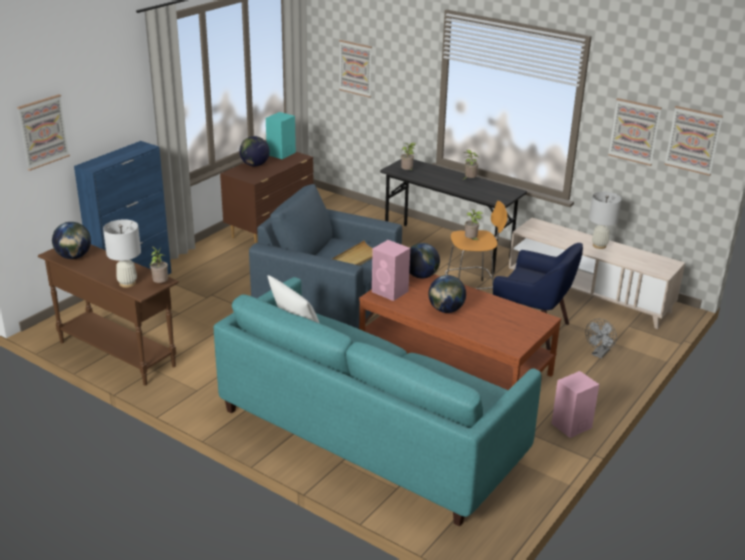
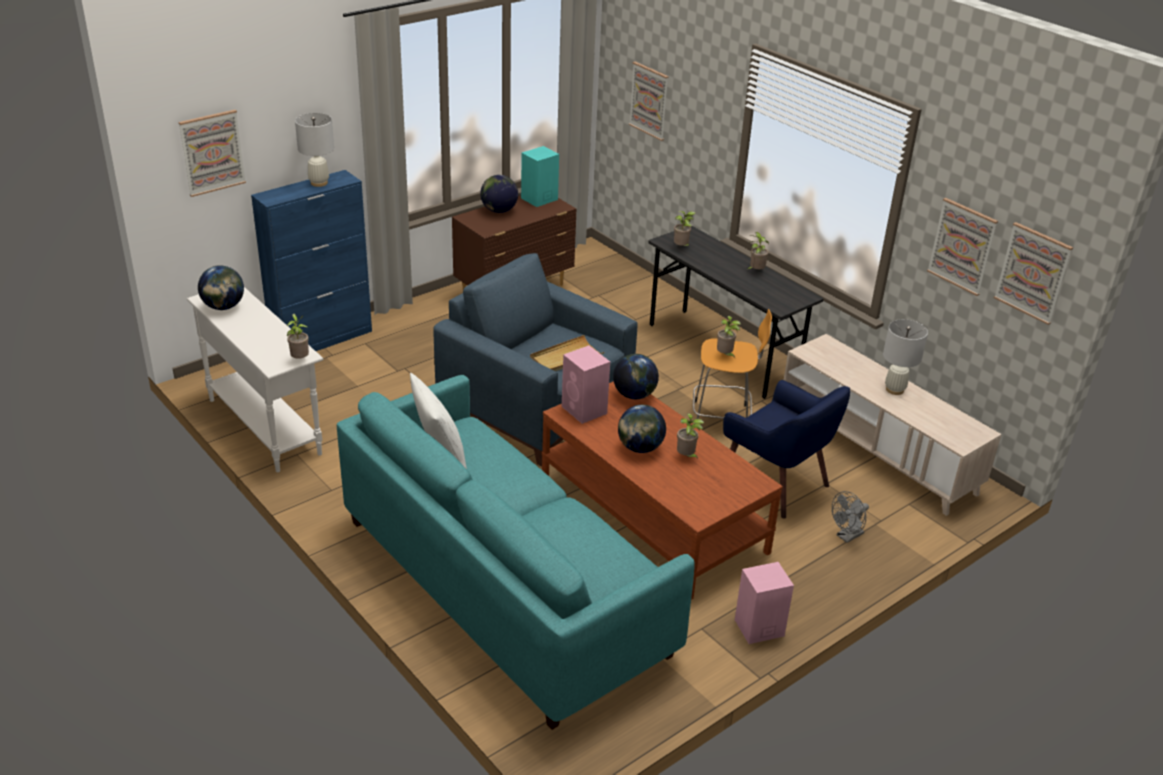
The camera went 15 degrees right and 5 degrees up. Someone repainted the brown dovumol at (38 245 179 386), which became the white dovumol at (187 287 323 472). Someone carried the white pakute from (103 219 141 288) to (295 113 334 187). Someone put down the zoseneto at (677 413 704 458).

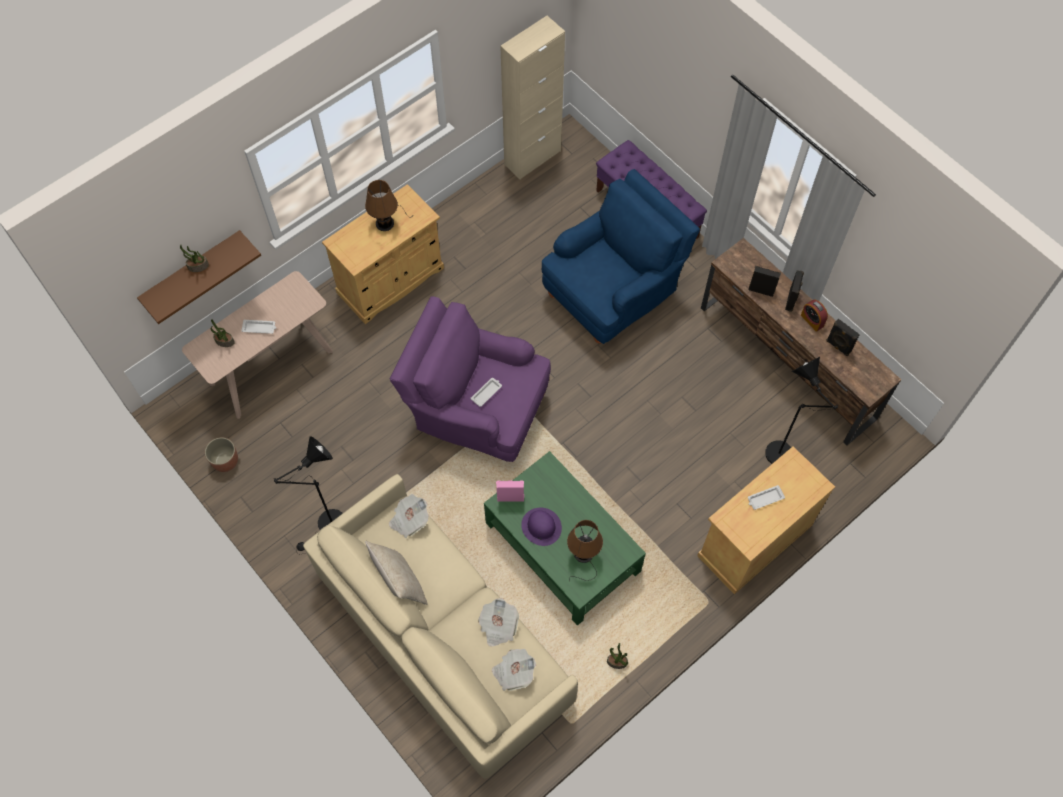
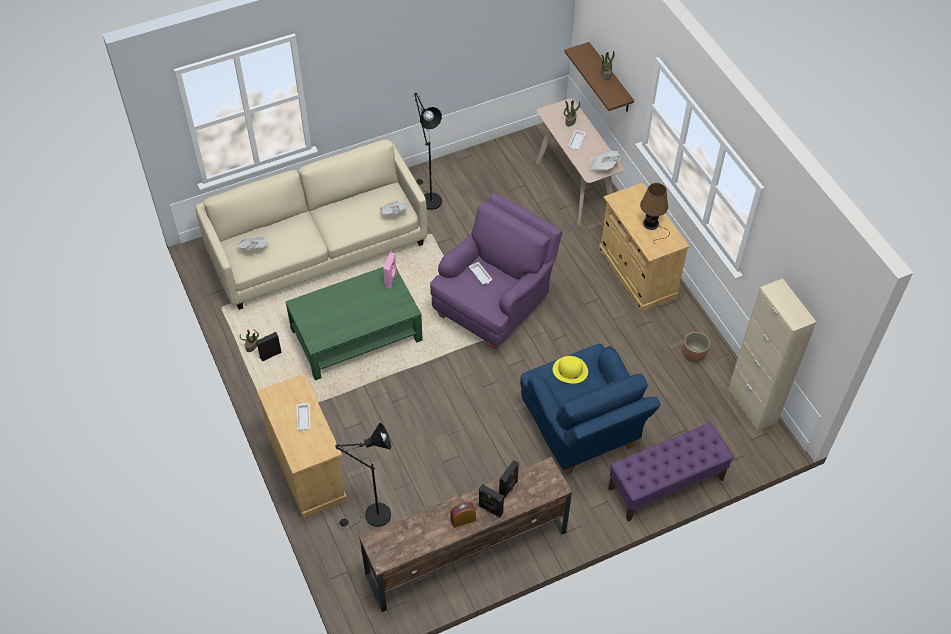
The camera went 105 degrees right and 10 degrees down. Someone carried the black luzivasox from (826 319 860 356) to (256 332 282 362). Someone put down the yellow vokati at (553 356 588 384). Someone carried the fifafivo from (478 598 519 647) to (590 151 621 171). Someone carried the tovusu from (205 437 238 472) to (683 332 710 362). Someone took away the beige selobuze at (365 541 427 605). Someone took away the purple vokati at (521 508 562 546). Someone took away the brown pakute at (567 520 603 582).

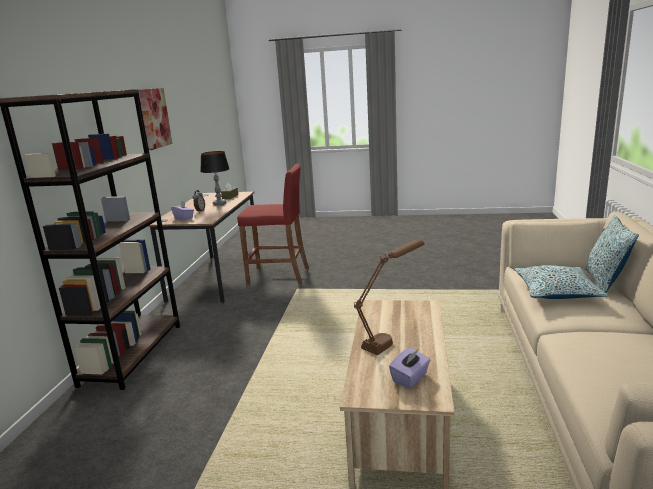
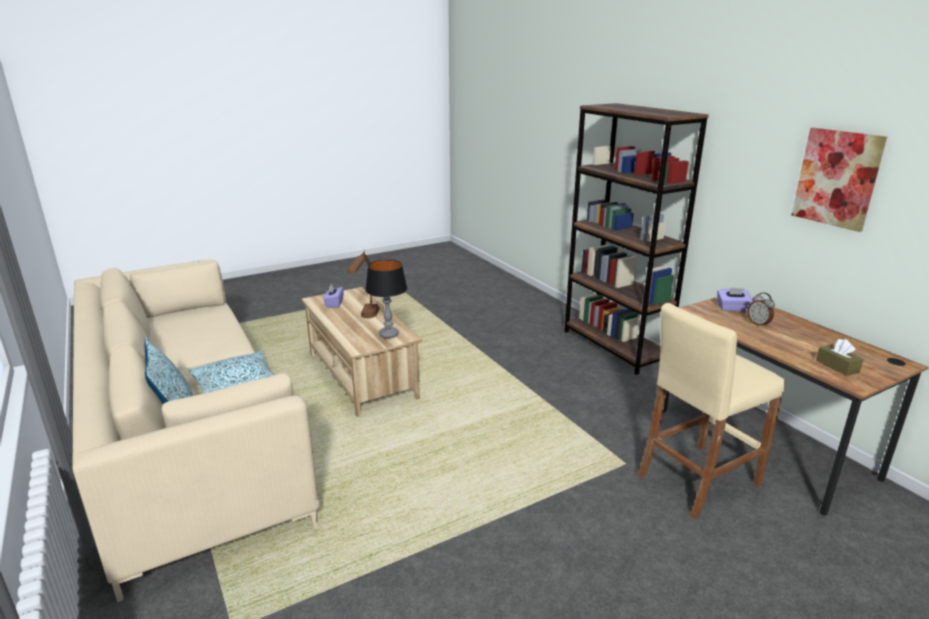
The camera went 140 degrees right and 5 degrees up. Someone carried the pakute from (200 151 230 206) to (365 260 408 338). Someone repainted the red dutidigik at (237 164 309 285), which became the beige dutidigik at (638 303 785 519).

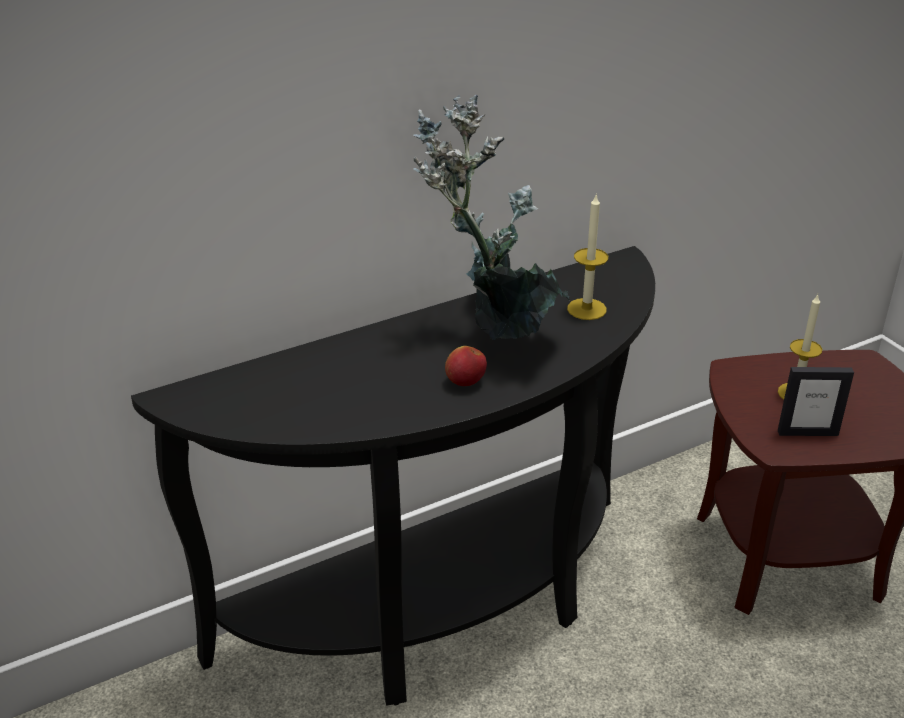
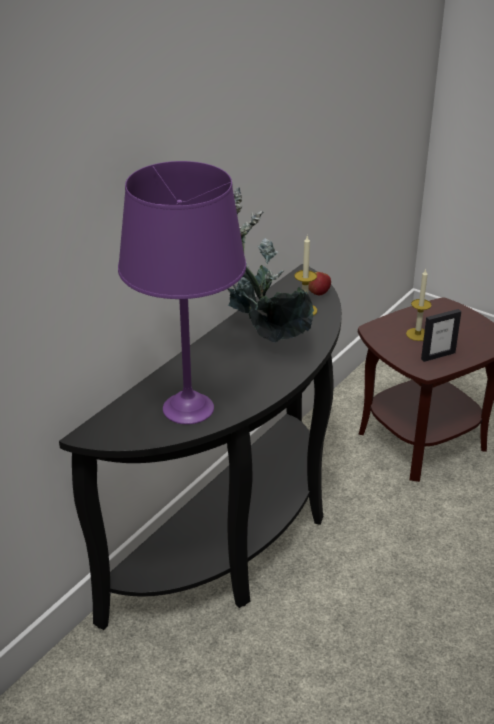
The camera went 25 degrees left and 0 degrees up. Someone put down the purple pakute at (118 161 246 424). Someone carried the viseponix from (445 346 487 386) to (308 272 331 295).

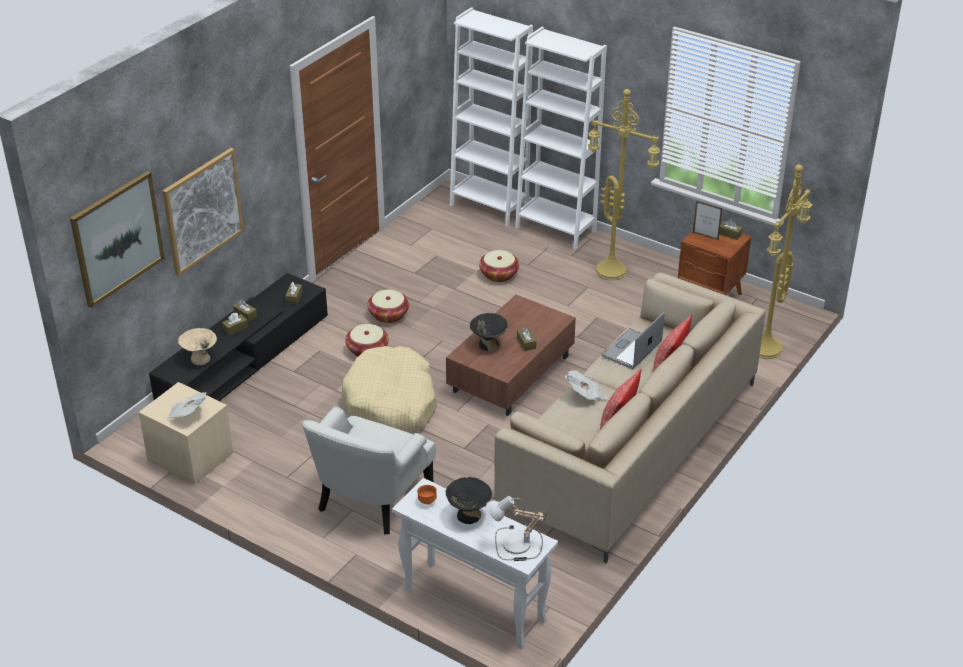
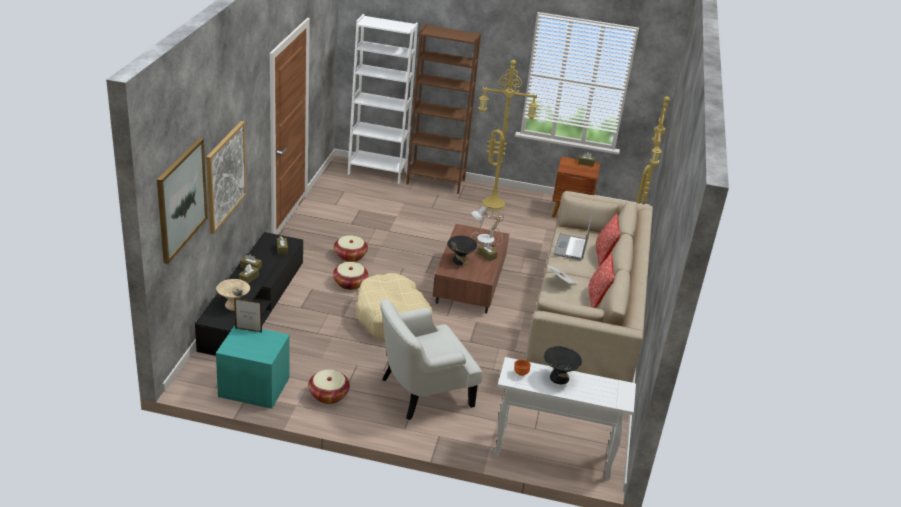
The camera went 25 degrees left and 5 degrees down. Someone repainted the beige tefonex at (139 382 233 485), which became the turquoise tefonex at (216 325 290 409). Someone carried the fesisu from (693 201 722 240) to (234 298 262 332). Someone carried the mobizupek from (479 250 519 282) to (308 370 350 404). Someone rotated the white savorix at (301 406 436 534) by 60 degrees clockwise. Someone repainted the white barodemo at (515 27 607 250), which became the brown barodemo at (406 23 481 194). Someone carried the pakute from (486 496 546 561) to (470 206 504 247). Someone took away the fifafivo at (167 392 207 419).

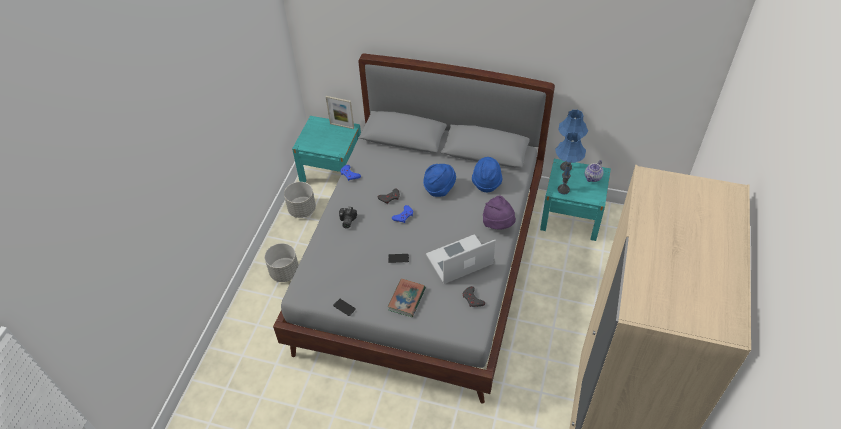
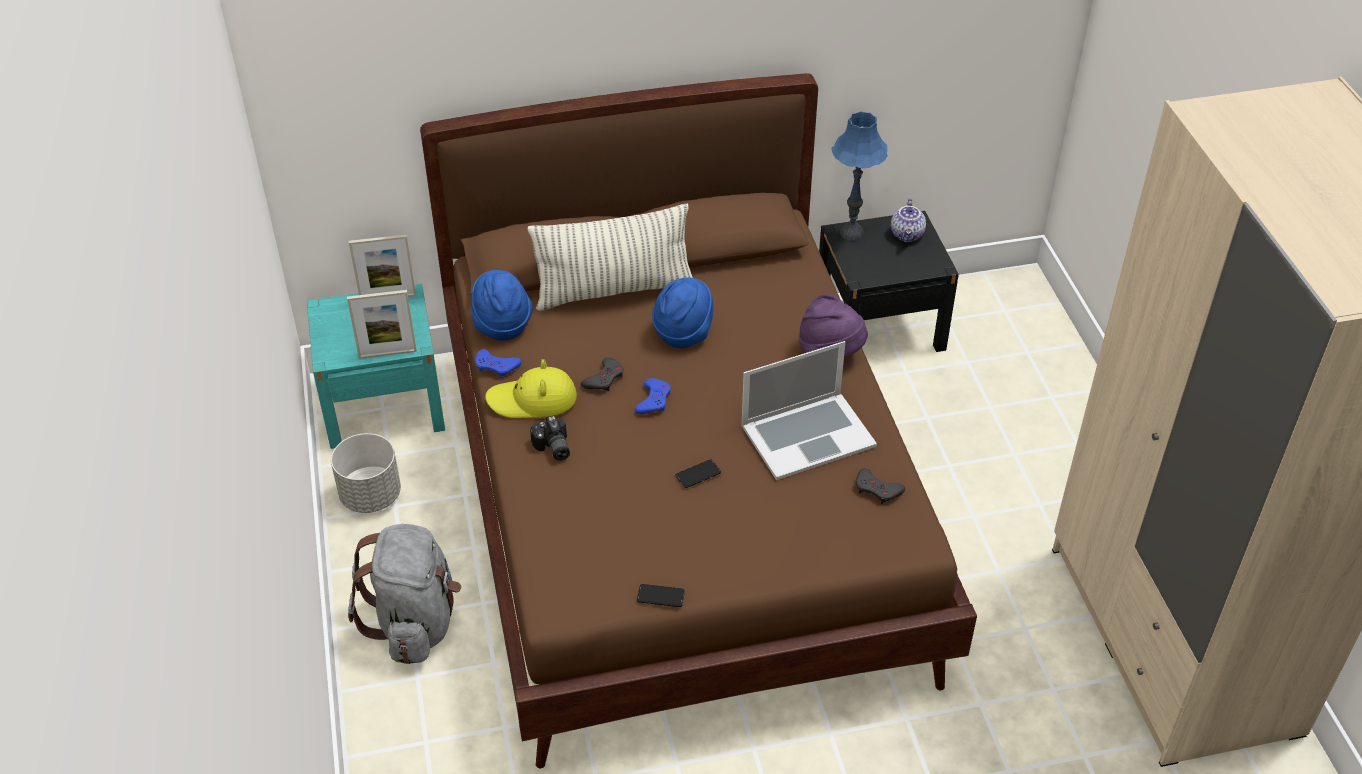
The camera went 30 degrees left and 5 degrees down. Someone put down the fesisu at (347 290 417 359). Someone swapped the grey tovusu at (264 243 299 282) for the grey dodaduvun at (348 524 462 664). Someone repainted the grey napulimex at (273 54 555 404), which became the brown napulimex at (420 73 977 768). Someone carried the blue vokati from (472 157 502 192) to (472 270 533 341). Someone put down the yellow vokati at (485 359 577 418). Someone put down the selobuze at (528 204 693 311). Someone rotated the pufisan at (426 234 496 284) by 150 degrees counterclockwise. Someone repainted the turquoise tefonex at (540 159 611 241), which became the black tefonex at (819 211 959 352). Someone took away the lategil at (388 278 426 317). Someone took away the blue pakute at (555 132 586 194).

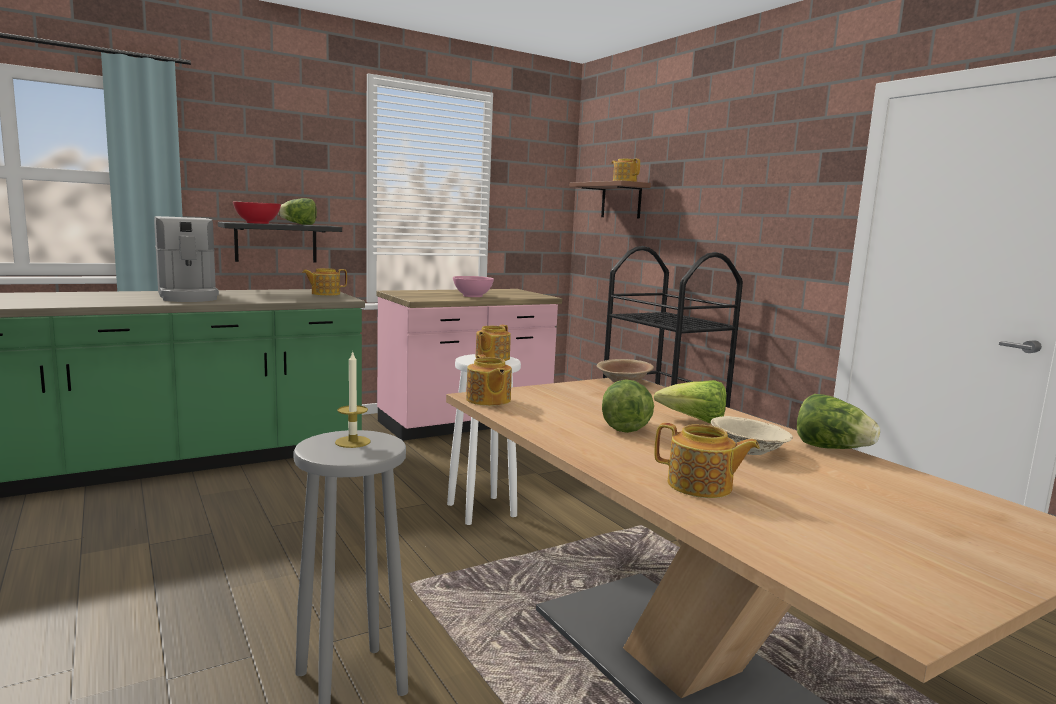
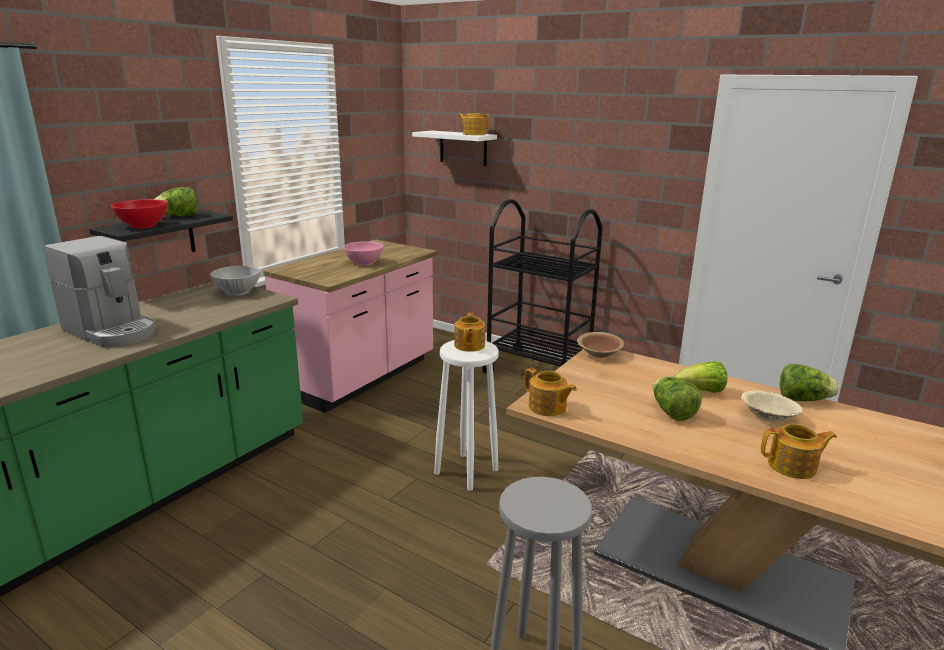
The camera went 25 degrees left and 10 degrees up. Someone swapped the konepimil at (302 268 347 296) for the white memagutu at (210 266 261 296). Someone repainted the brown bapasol at (569 180 651 219), which became the white bapasol at (412 131 497 166). Someone took away the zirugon at (335 350 371 448).

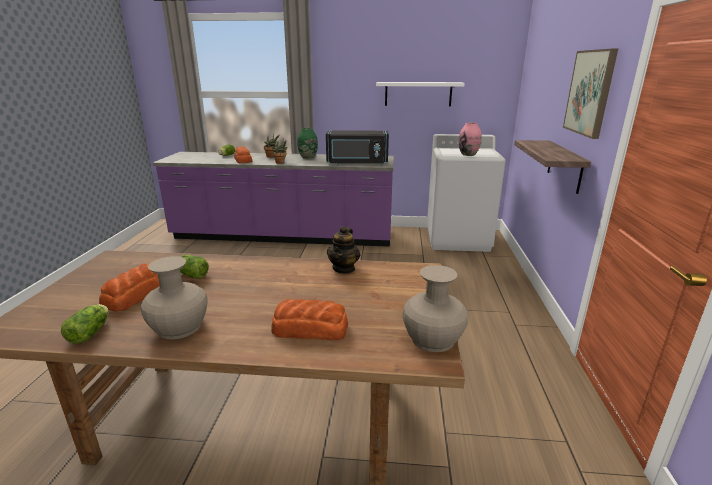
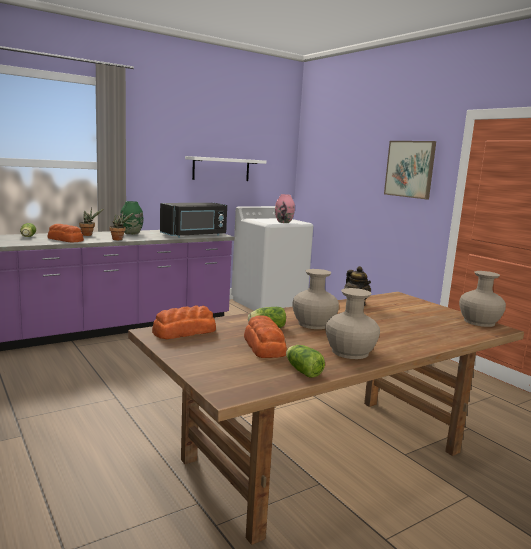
The camera went 40 degrees left and 10 degrees down. Someone carried the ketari from (271 299 348 340) to (152 305 216 339). Someone put down the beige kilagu at (292 269 339 329). Someone took away the bapasol at (514 140 591 194).

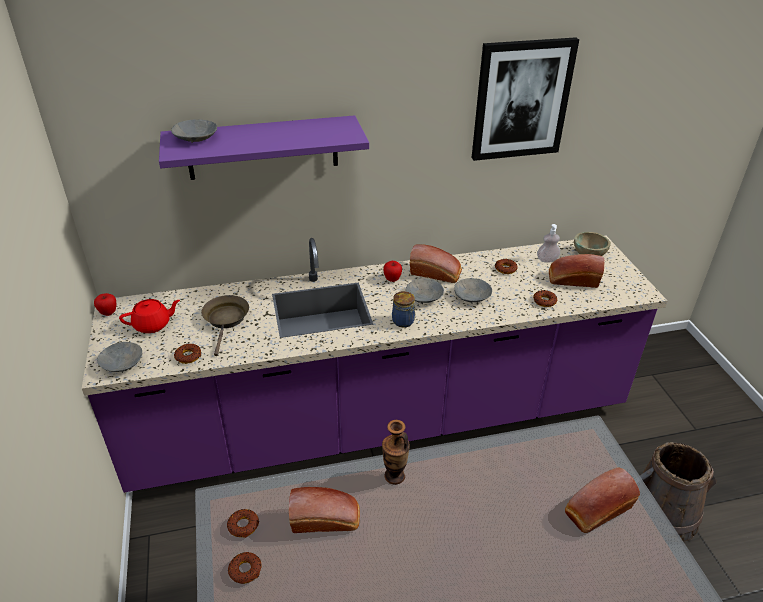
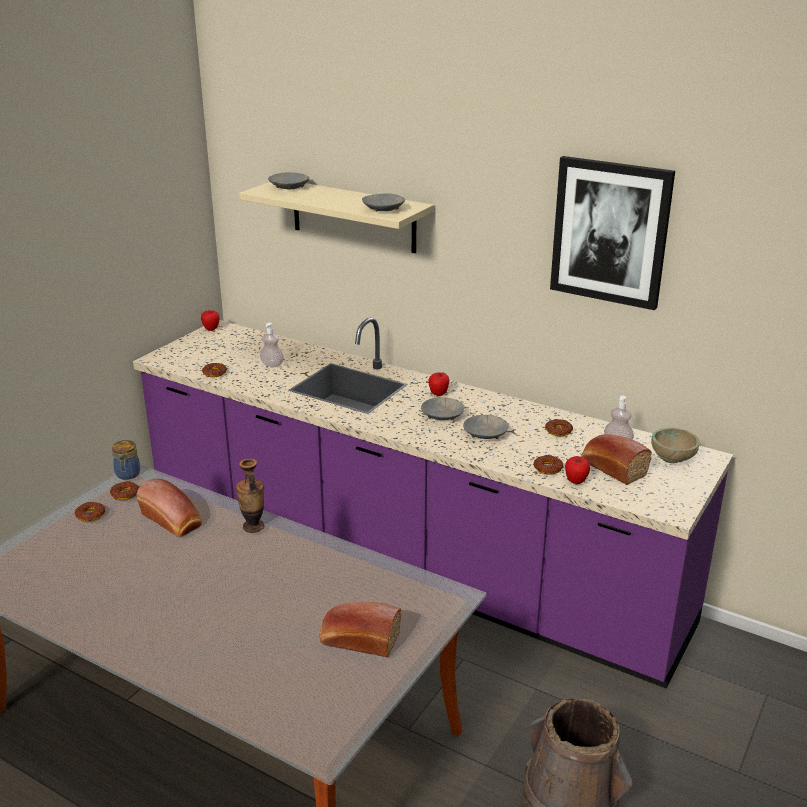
The camera went 45 degrees right and 10 degrees down. Someone carried the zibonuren from (392 291 416 327) to (112 440 140 480). Someone repainted the purple bapasol at (159 115 369 180), which became the beige bapasol at (239 182 434 253). Someone swapped the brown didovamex at (201 295 249 356) for the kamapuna at (260 323 284 367). Someone carried the grey memagutu from (97 342 142 373) to (362 193 405 212). Someone put down the viseponix at (565 456 590 484). Someone took away the red konepimil at (119 299 180 333). Someone took away the ketari at (410 244 462 283).

